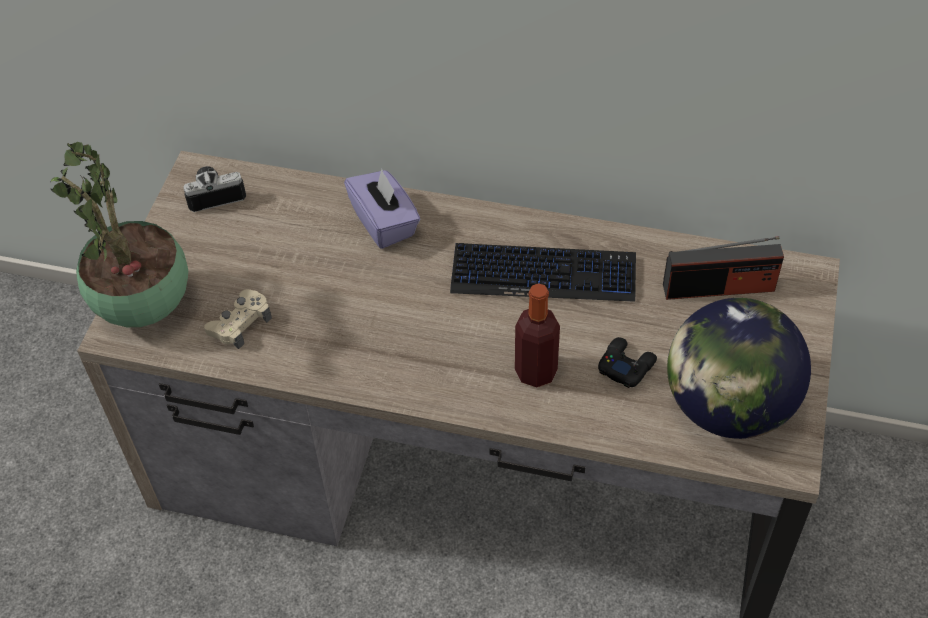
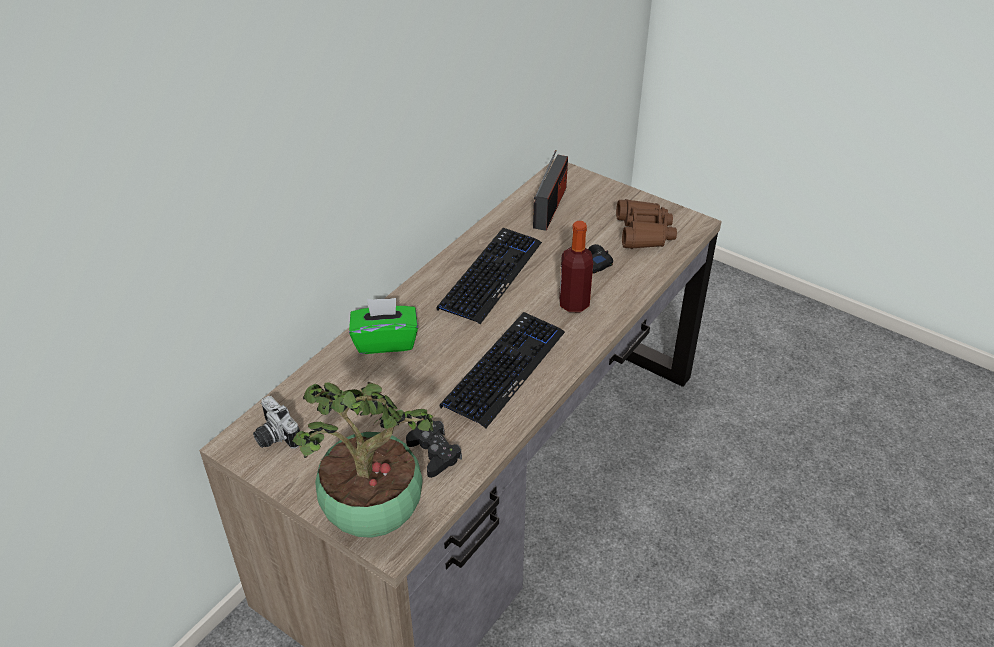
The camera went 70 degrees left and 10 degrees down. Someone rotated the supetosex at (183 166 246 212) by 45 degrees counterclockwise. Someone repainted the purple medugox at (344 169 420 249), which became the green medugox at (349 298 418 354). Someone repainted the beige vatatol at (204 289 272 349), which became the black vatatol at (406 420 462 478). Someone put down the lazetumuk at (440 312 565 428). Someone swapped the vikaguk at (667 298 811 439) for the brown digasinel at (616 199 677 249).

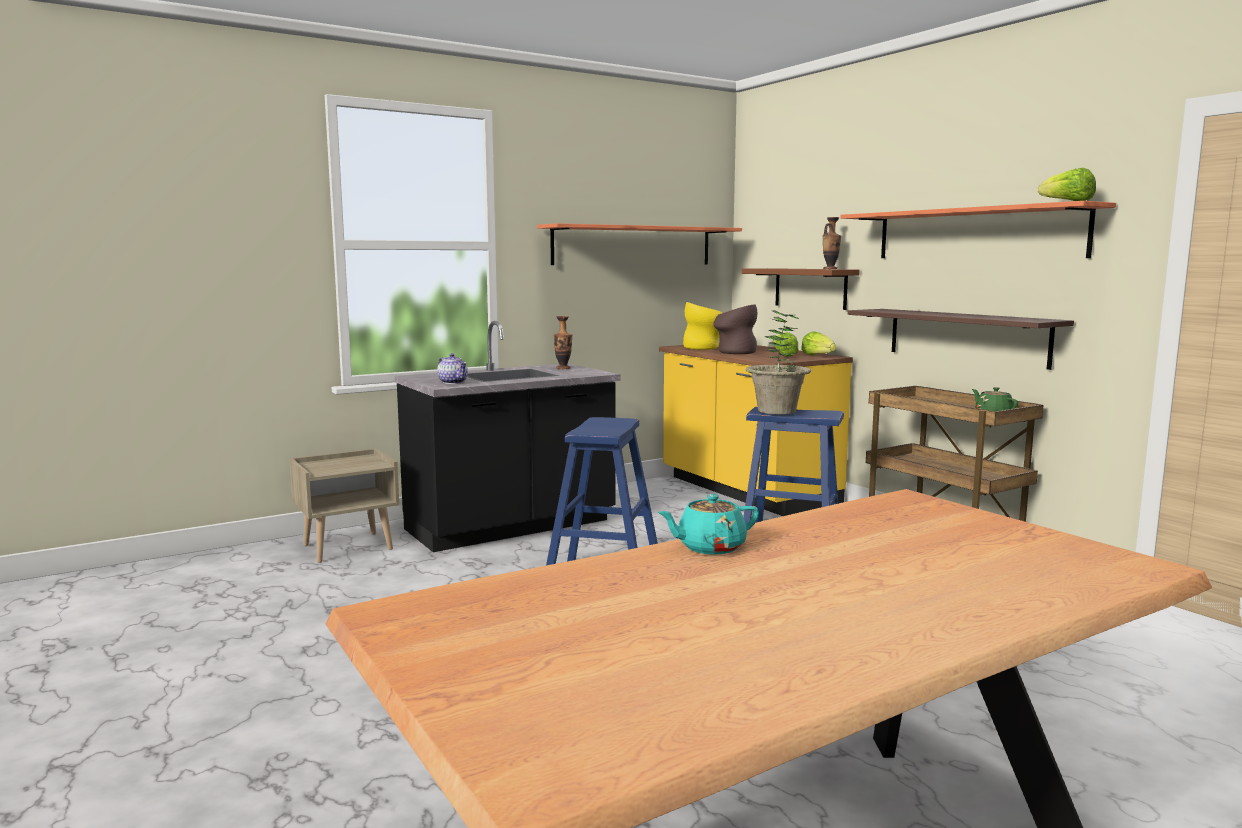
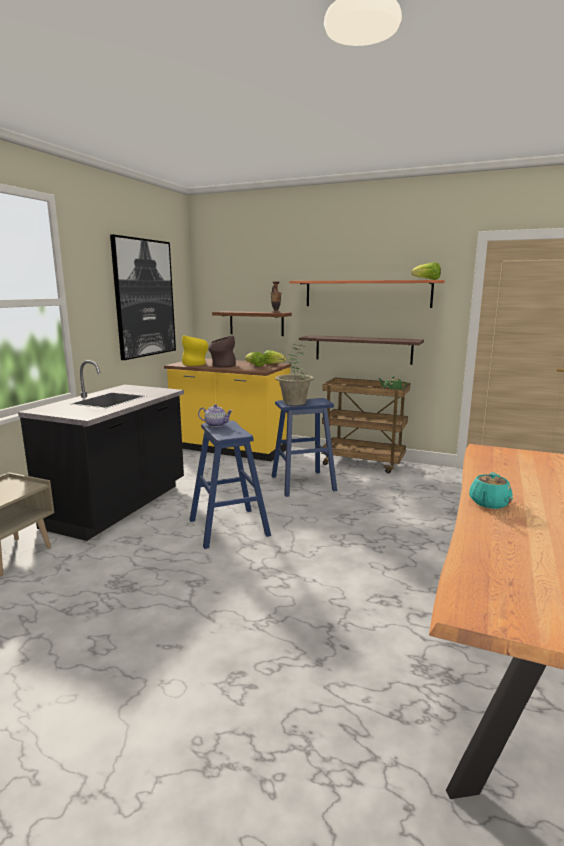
The camera went 35 degrees left and 5 degrees up. Someone swapped the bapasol at (537 223 742 265) for the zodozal at (110 234 176 360). Someone carried the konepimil from (437 353 468 384) to (198 404 233 427). Someone took away the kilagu at (554 316 572 369).

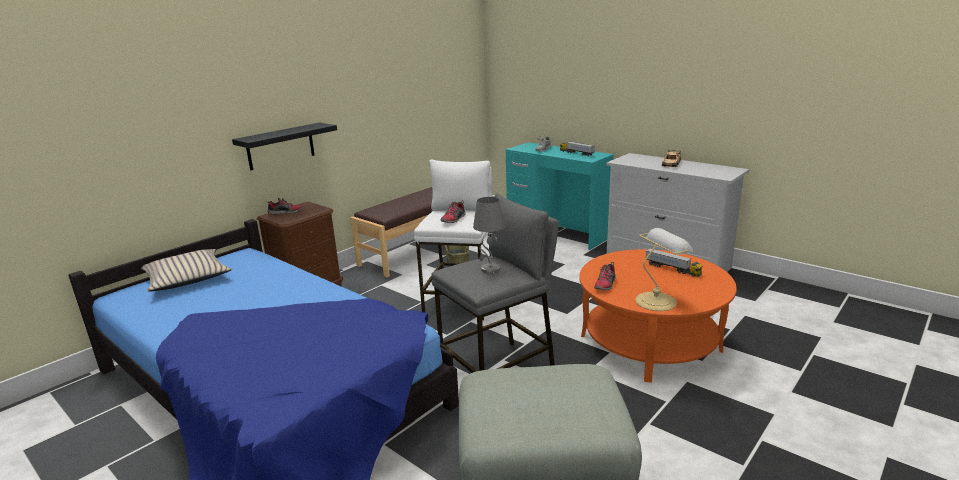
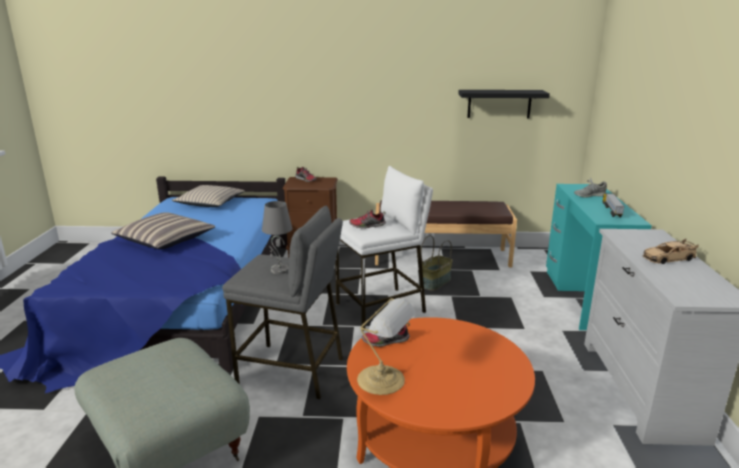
The camera went 50 degrees right and 0 degrees up. Someone put down the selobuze at (111 212 215 249). Someone carried the black bapasol from (232 123 337 170) to (458 90 550 118). Someone took away the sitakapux at (646 248 703 277).

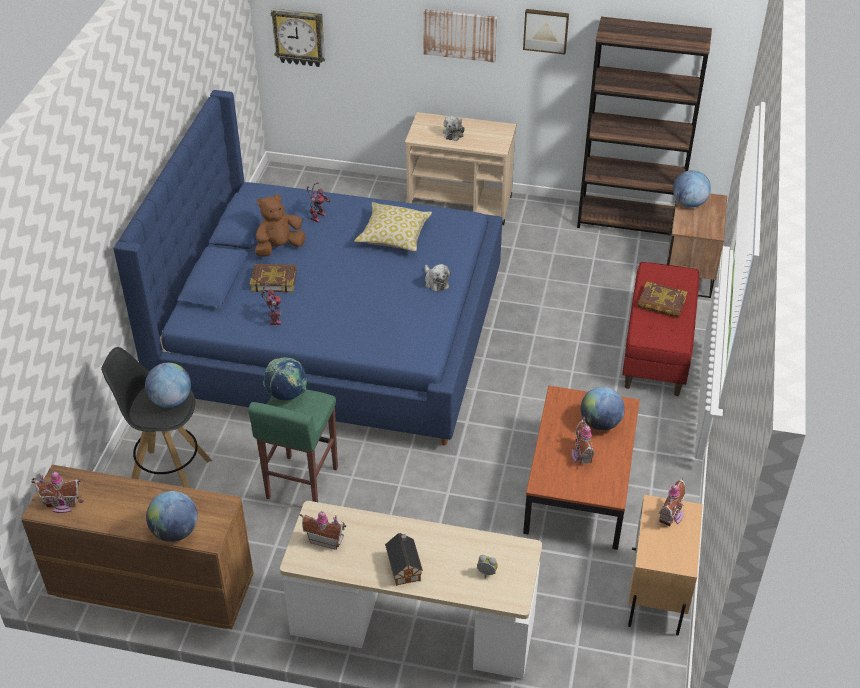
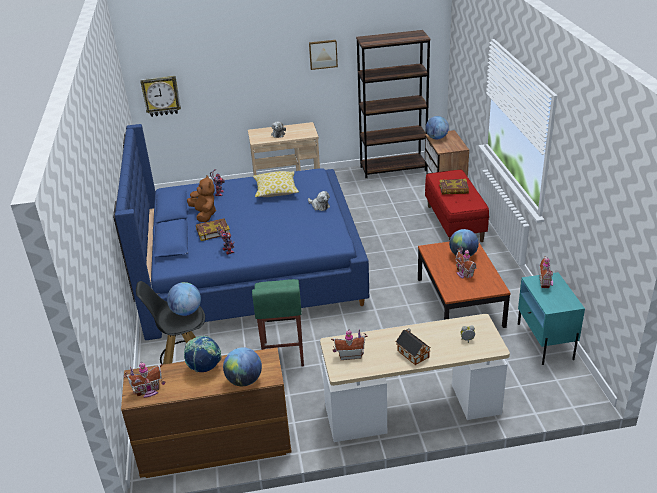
The camera went 20 degrees left and 10 degrees down. Someone carried the vikaguk from (263 357 307 400) to (184 336 222 372). Someone rotated the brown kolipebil at (255 194 306 257) by 120 degrees clockwise. Someone repainted the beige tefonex at (628 495 703 636), which became the turquoise tefonex at (518 272 585 365). Someone took away the zodozal at (423 9 497 63).

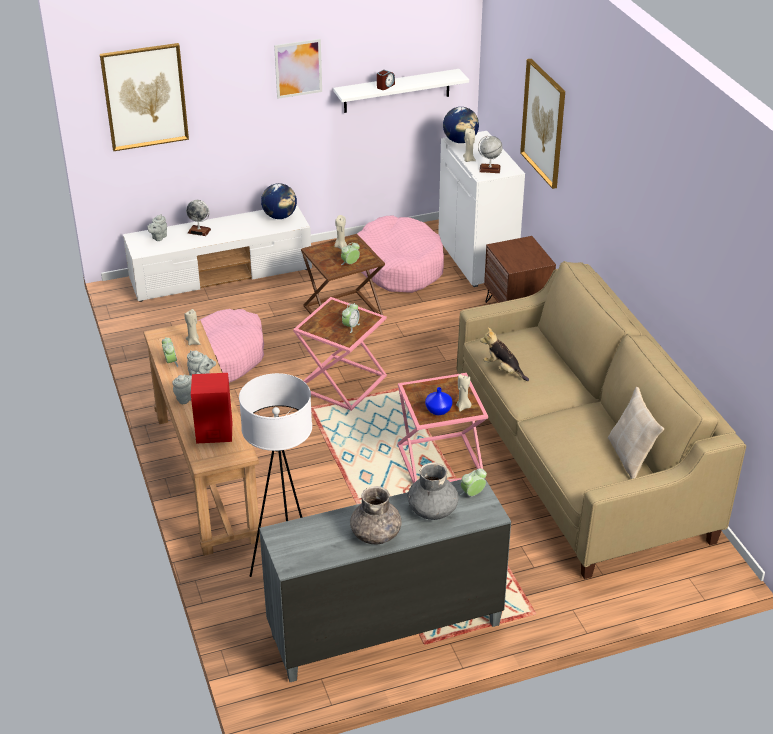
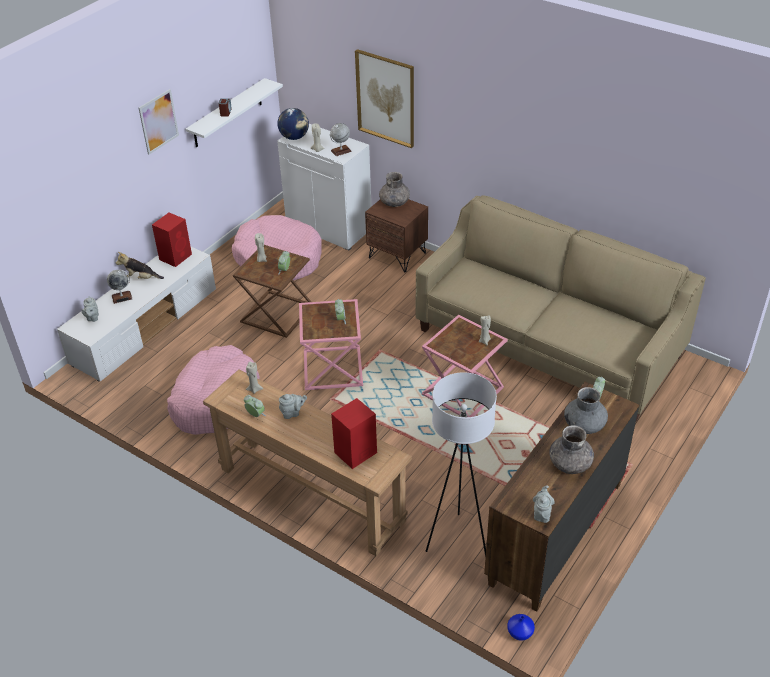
The camera went 35 degrees left and 5 degrees up. Someone carried the kolipebil from (480 327 529 381) to (116 252 164 279). Someone swapped the vikaguk at (261 183 297 219) for the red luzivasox at (152 213 192 267). Someone put down the grey kilagu at (379 172 410 207). Someone repainted the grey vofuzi at (259 478 511 682), which became the brown vofuzi at (484 382 639 611). Someone carried the blue kilagu from (425 387 452 415) to (507 614 535 641). Someone carried the grey konepimil from (172 372 200 404) to (533 485 555 523). Someone took away the zodozal at (100 43 189 151). Someone took away the beige selobuze at (608 387 664 479).

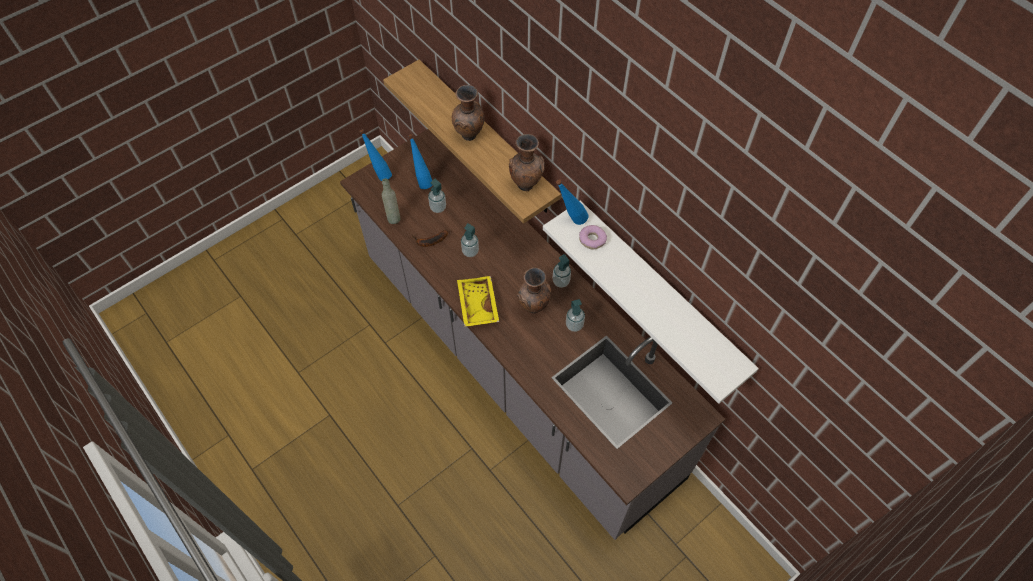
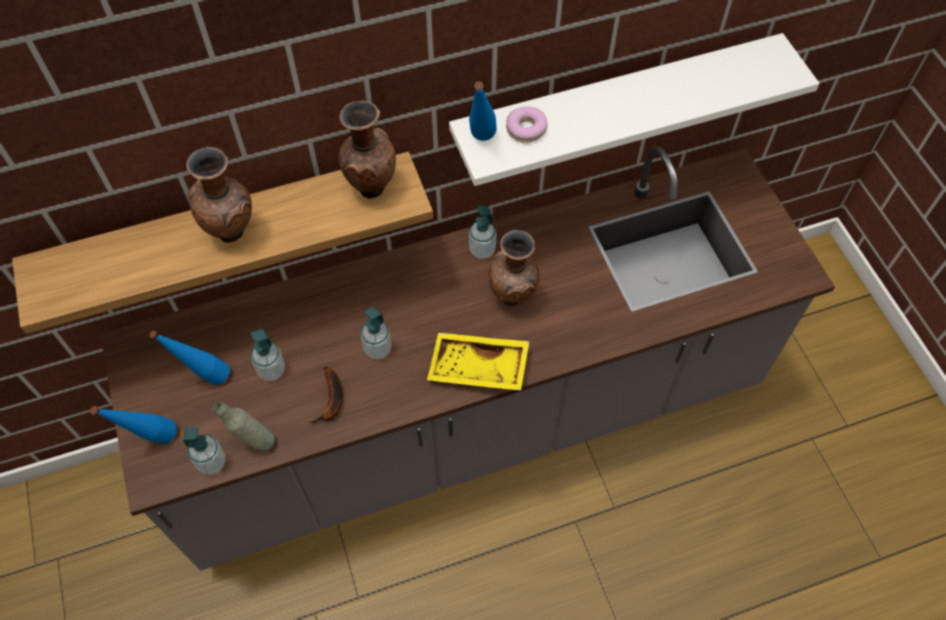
The camera went 70 degrees left and 0 degrees up. Someone carried the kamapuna from (566 299 585 332) to (183 426 226 475).

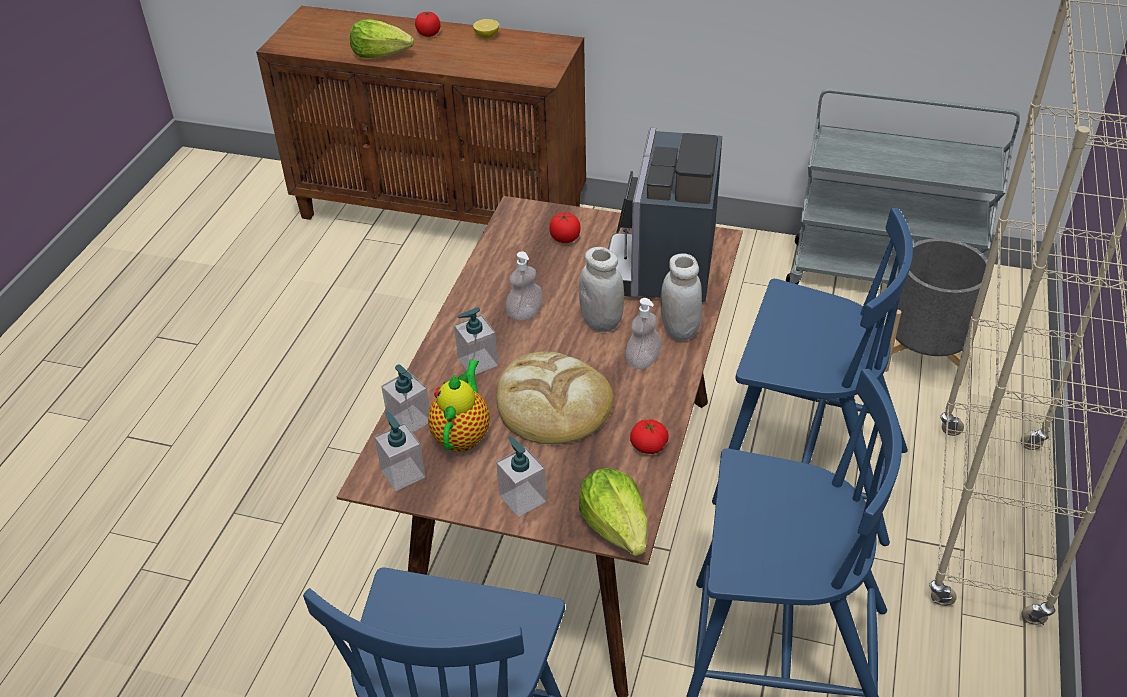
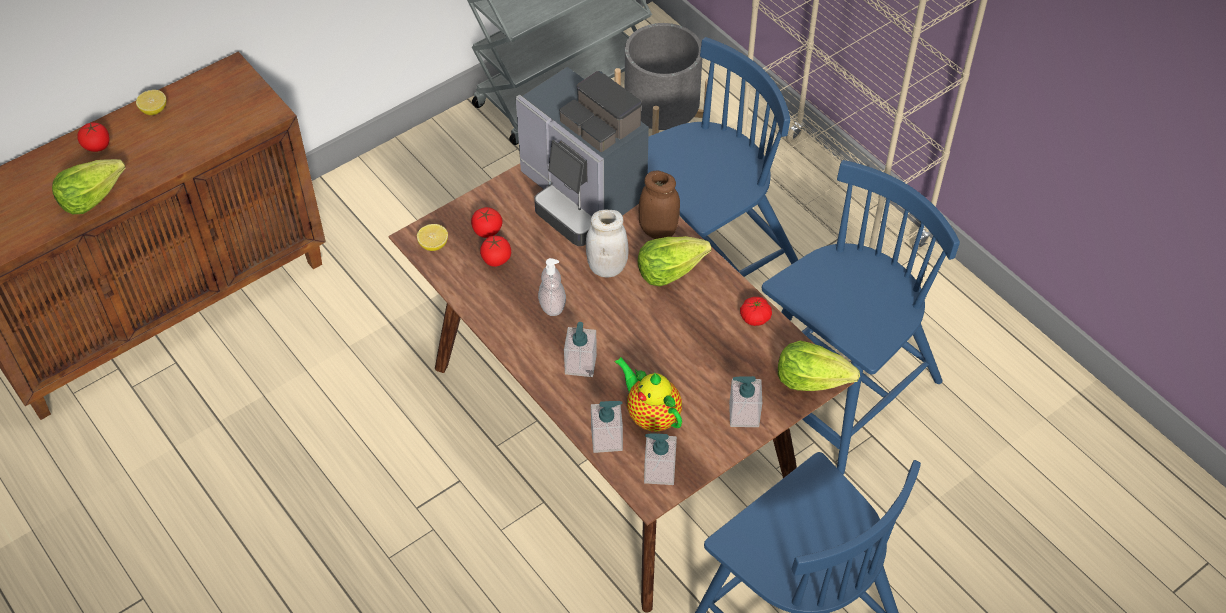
The camera went 55 degrees left and 10 degrees up. Someone put down the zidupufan at (417 224 448 251). Someone put down the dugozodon at (480 235 511 267). Someone swapped the kamapuna at (625 298 661 369) for the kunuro at (638 236 711 287). Someone repainted the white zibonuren at (660 254 702 341), which became the brown zibonuren at (639 171 680 239). Someone took away the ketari at (496 351 614 444).

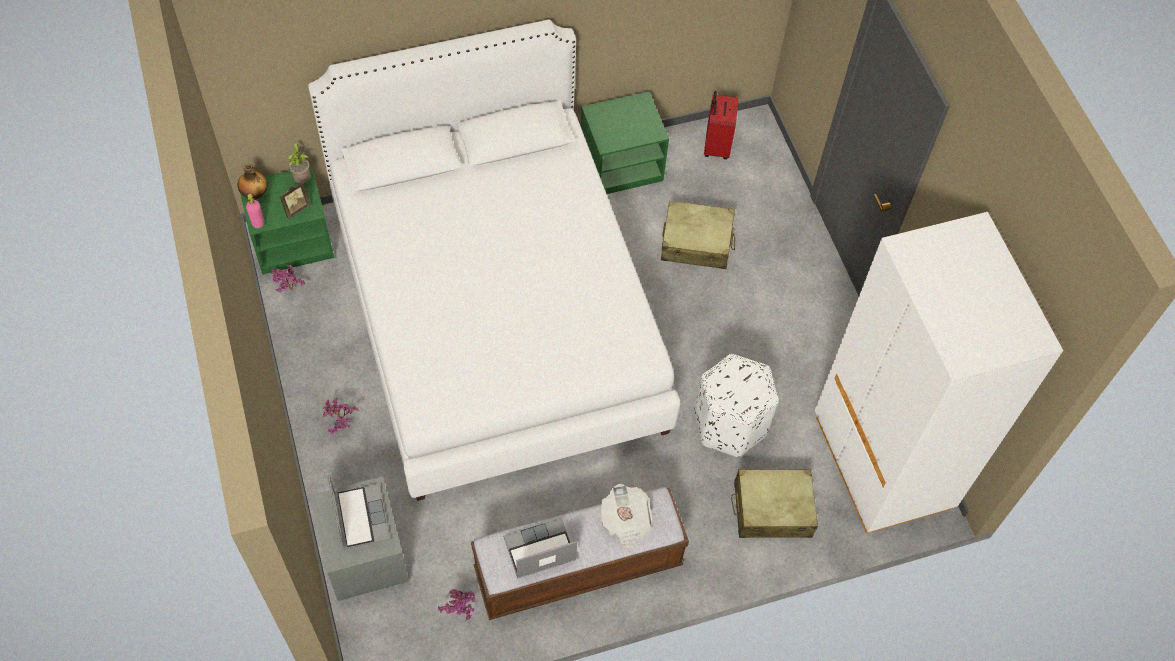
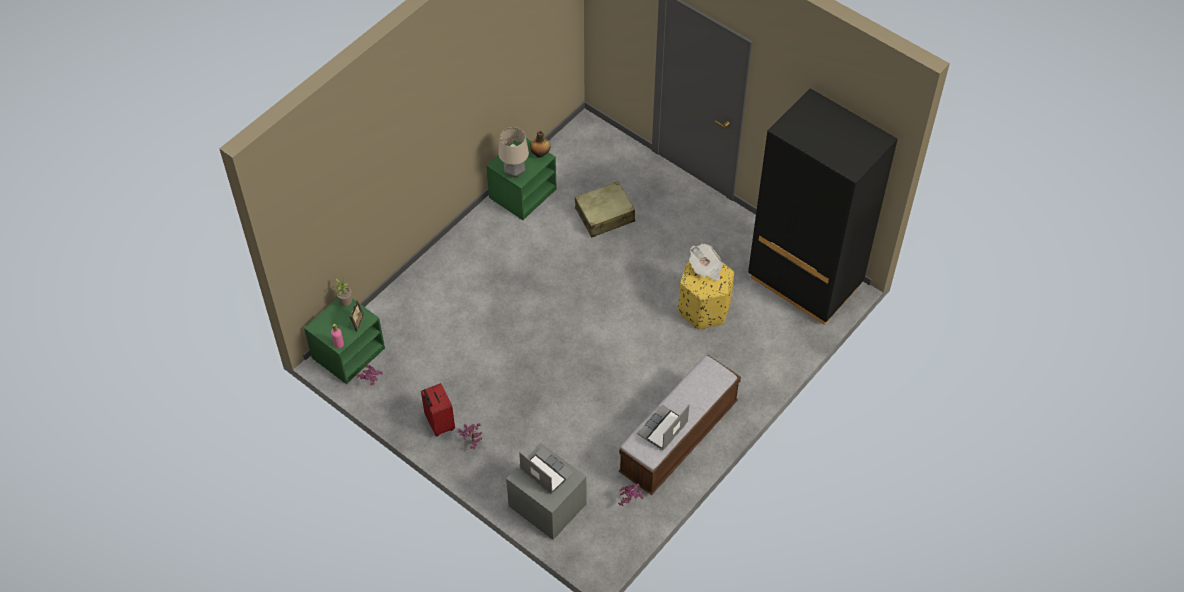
The camera went 30 degrees left and 5 degrees down. Someone carried the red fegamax from (704 91 739 159) to (421 383 455 436). Someone put down the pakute at (498 127 529 177). Someone carried the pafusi from (238 164 268 200) to (530 131 550 158). Someone repainted the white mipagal at (694 354 779 457), which became the yellow mipagal at (678 261 734 329). Someone carried the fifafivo from (601 483 652 549) to (689 244 723 281). Someone repainted the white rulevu at (815 212 1063 533), which became the black rulevu at (748 88 898 325). Someone took away the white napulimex at (308 19 681 501). Someone took away the beige fegamax at (731 469 818 538).

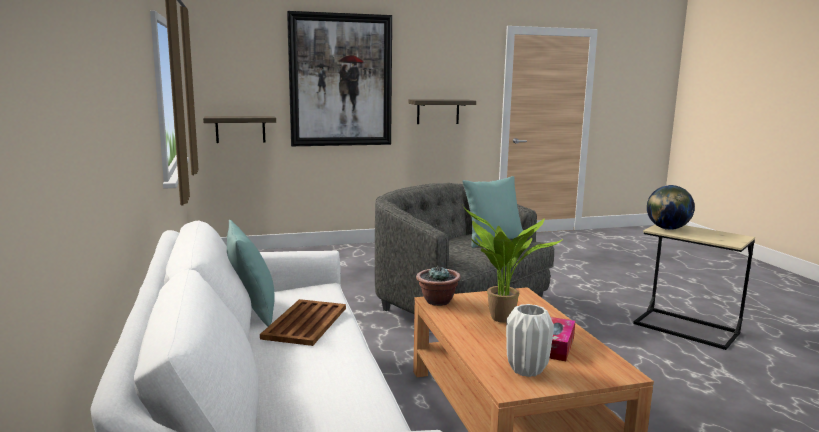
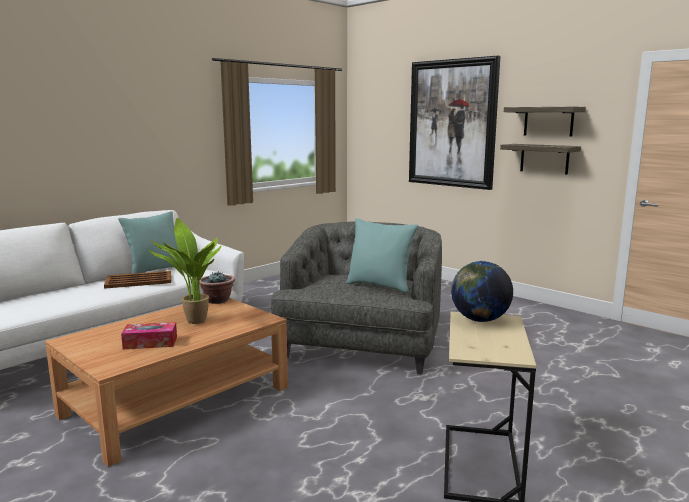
The camera went 60 degrees right and 0 degrees up. Someone carried the bapasol from (203 116 276 143) to (504 107 586 137). Someone took away the white kilagu at (506 304 554 377).

